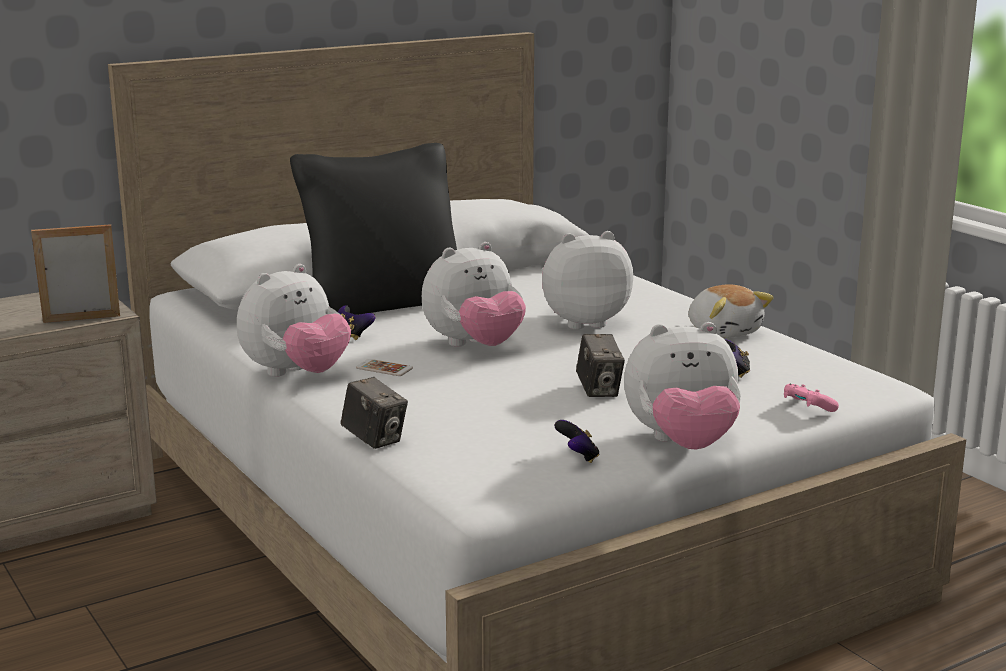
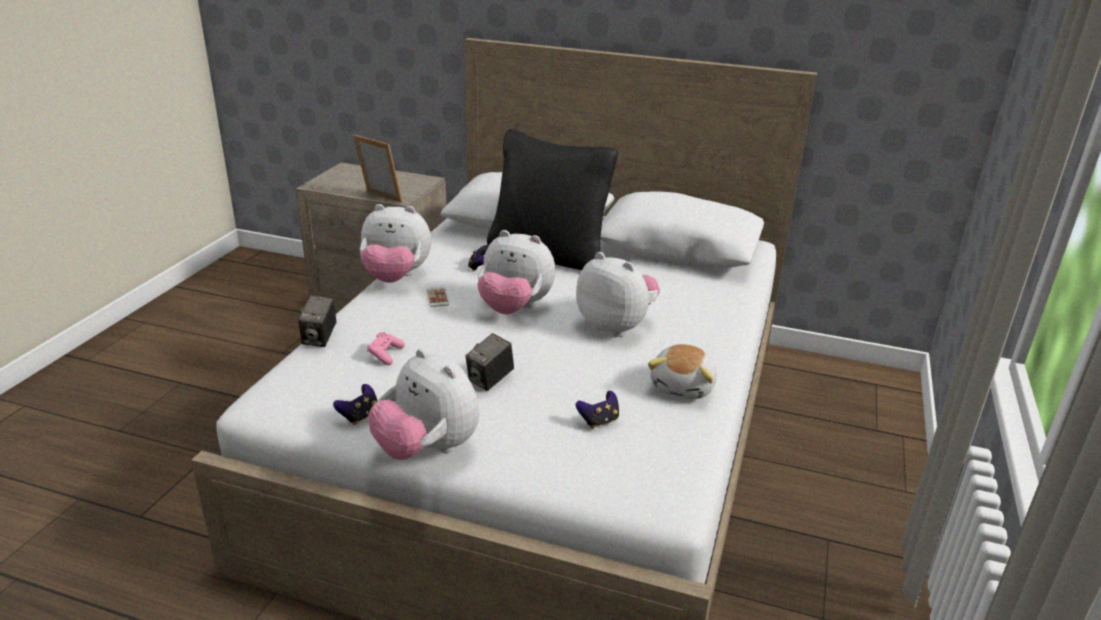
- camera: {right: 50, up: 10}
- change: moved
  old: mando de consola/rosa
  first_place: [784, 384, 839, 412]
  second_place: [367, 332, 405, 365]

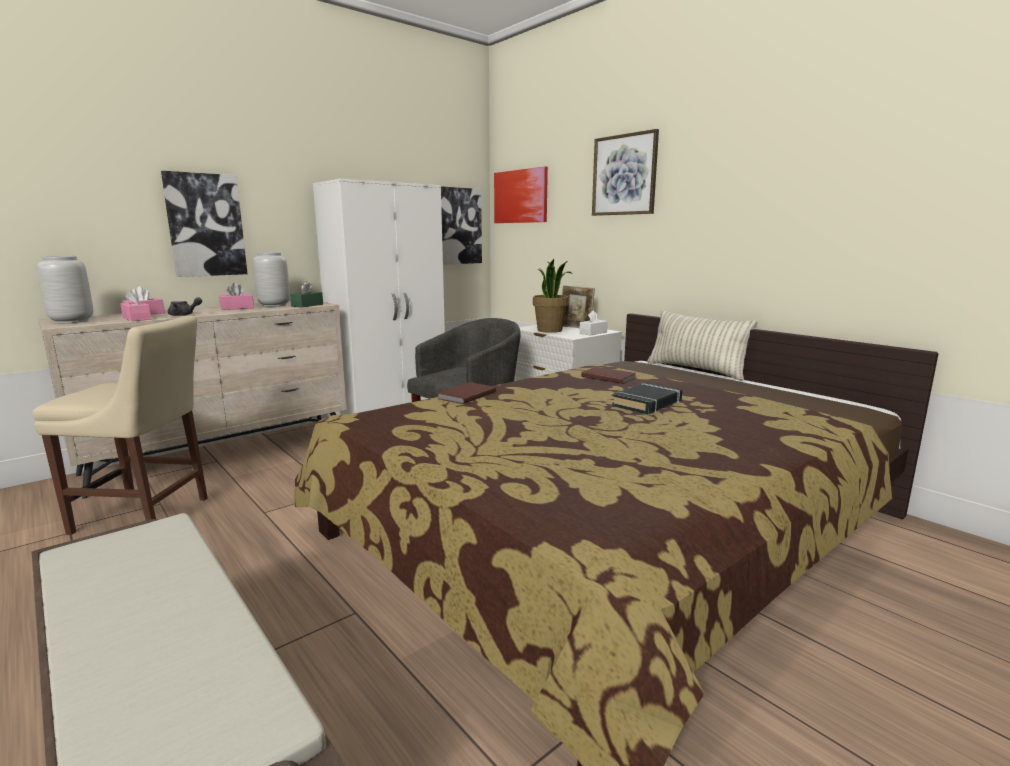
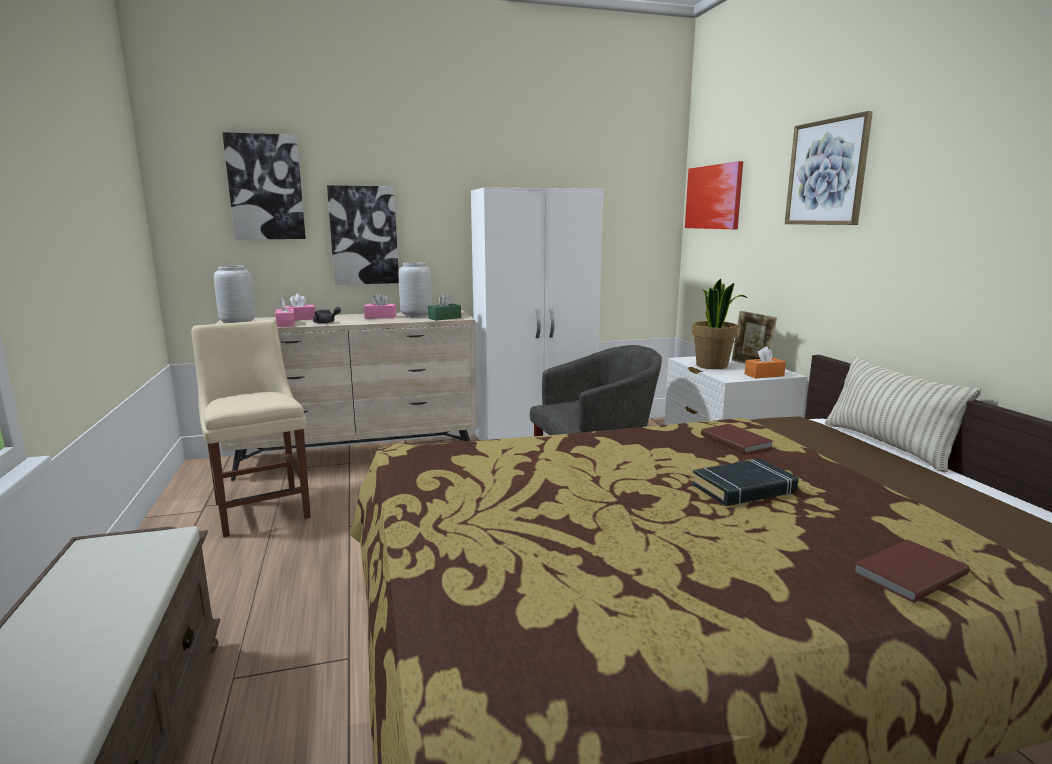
- camera: {right: 25, up: 0}
- change: moved
  old: libro/marrón
  first_place: [438, 382, 496, 404]
  second_place: [853, 539, 970, 603]
- change: moved
  old: cuadro
  first_place: [441, 186, 482, 265]
  second_place: [222, 132, 306, 240]
- change: recoloured
  old: caja de pañuelos/blanco
  new: caja de pañuelos/naranja
  first_place: [579, 310, 608, 335]
  second_place: [745, 346, 786, 379]
- change: turned
  old: silla/beis
  first_place: [33, 315, 208, 535]
  second_place: [192, 320, 311, 537]
  degrees: -150

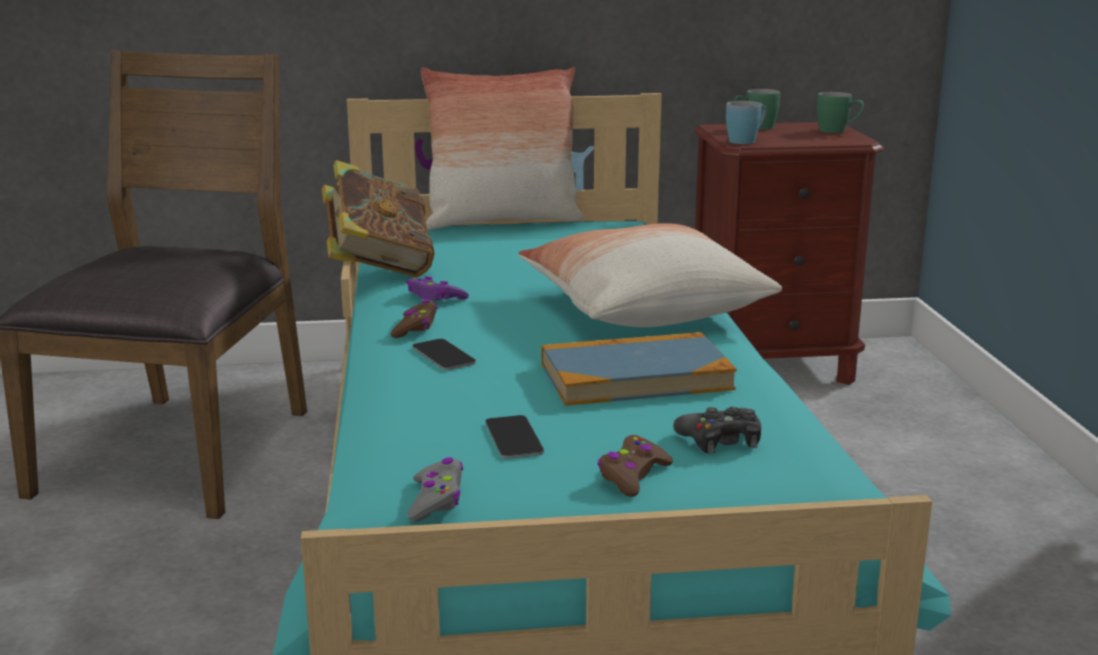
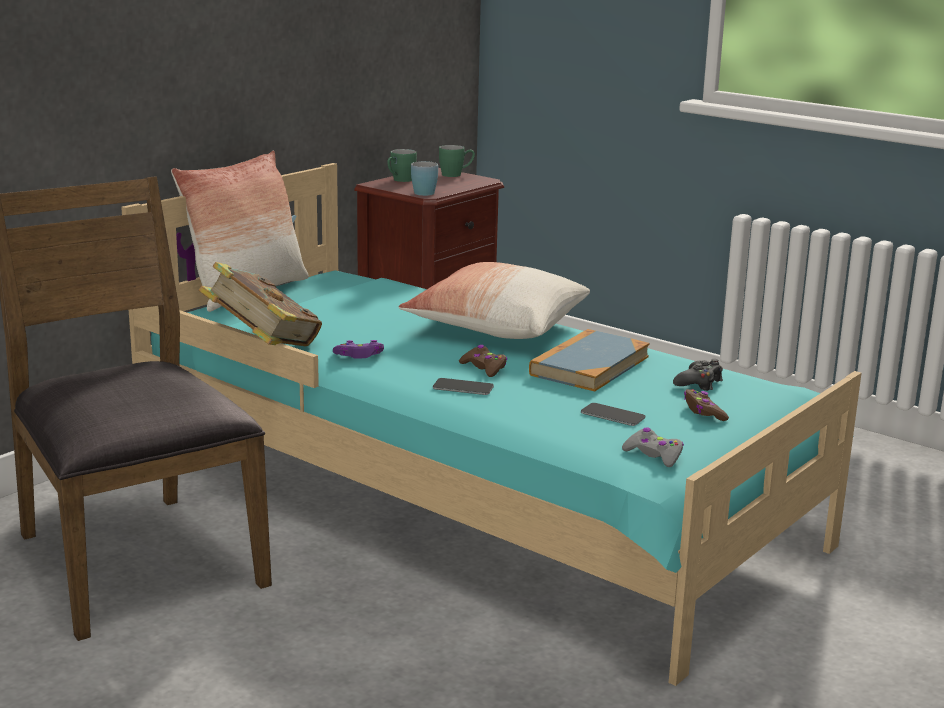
- camera: {right: -45, up: 0}
- change: moved
  old: mando de consola/marrón
  first_place: [391, 299, 437, 338]
  second_place: [459, 345, 507, 377]

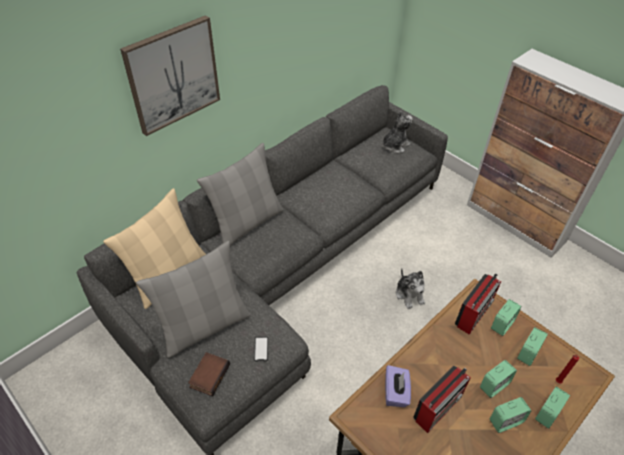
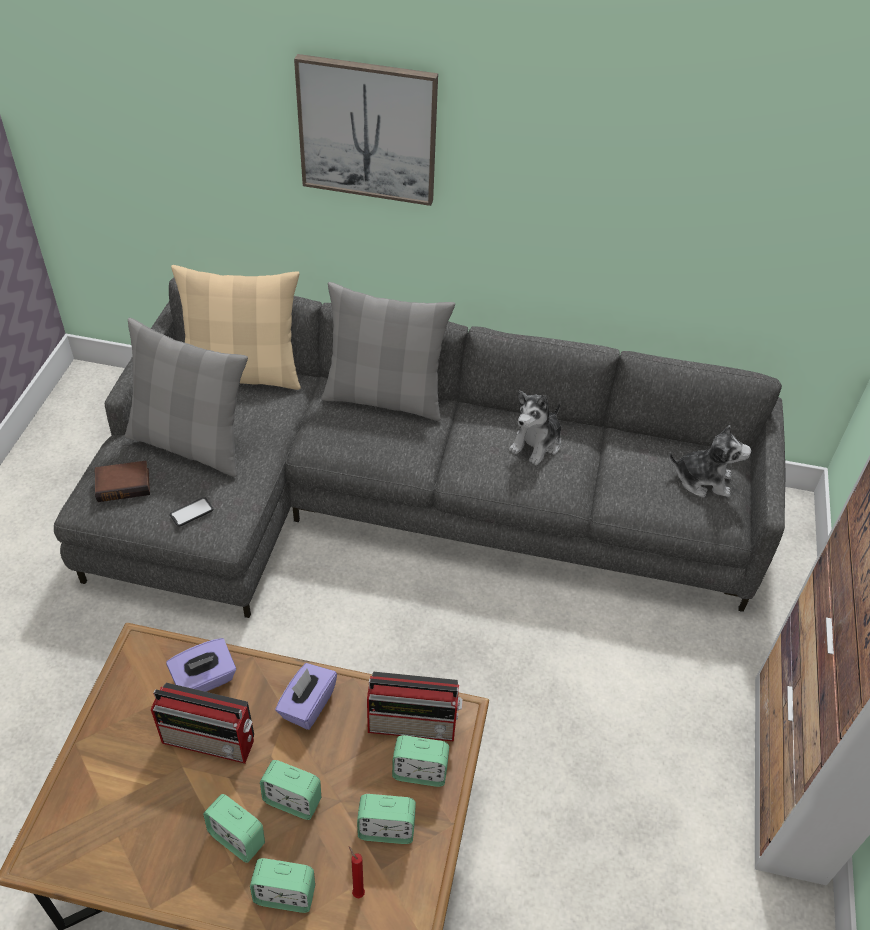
- camera: {right: 55, up: 0}
- change: added
  new: caja de pañuelos/morado
  second_place: [275, 663, 337, 730]
- change: moved
  old: peluche
  first_place: [396, 268, 425, 309]
  second_place: [509, 391, 561, 465]

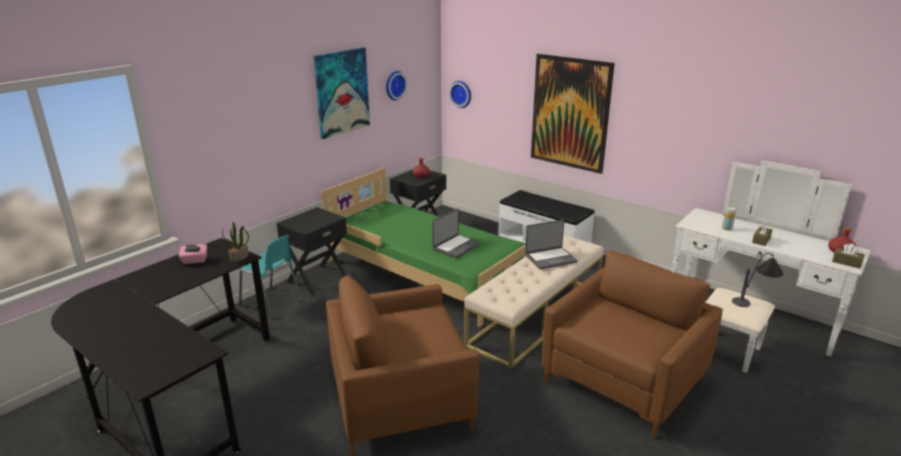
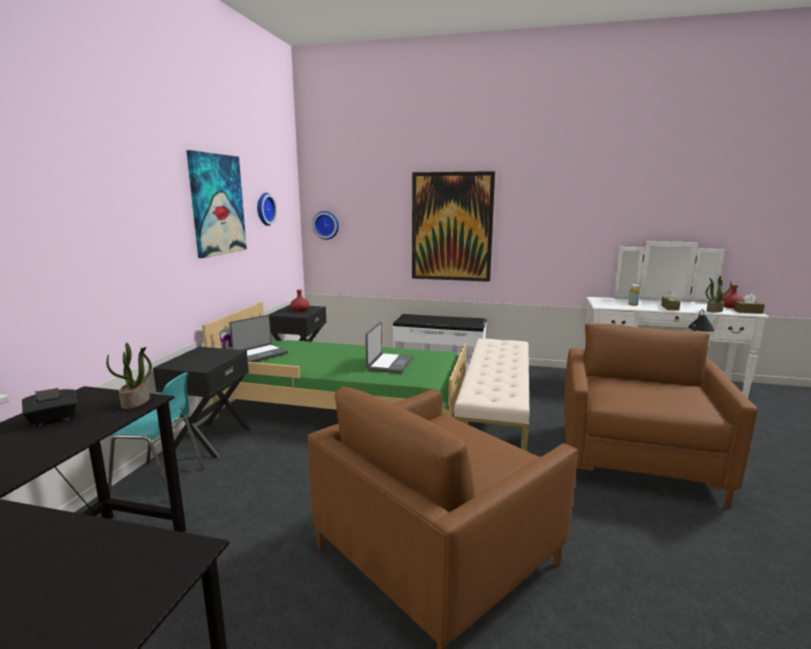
- camera: {right: -25, up: -10}
- change: added
  new: planta en maceta
  second_place: [706, 276, 732, 312]
- change: moved
  old: portátil
  first_place: [525, 220, 578, 269]
  second_place: [229, 315, 288, 362]
- change: recoloured
  old: caja de pañuelos/rosa
  new: caja de pañuelos/negro
  first_place: [179, 244, 208, 264]
  second_place: [22, 388, 77, 427]

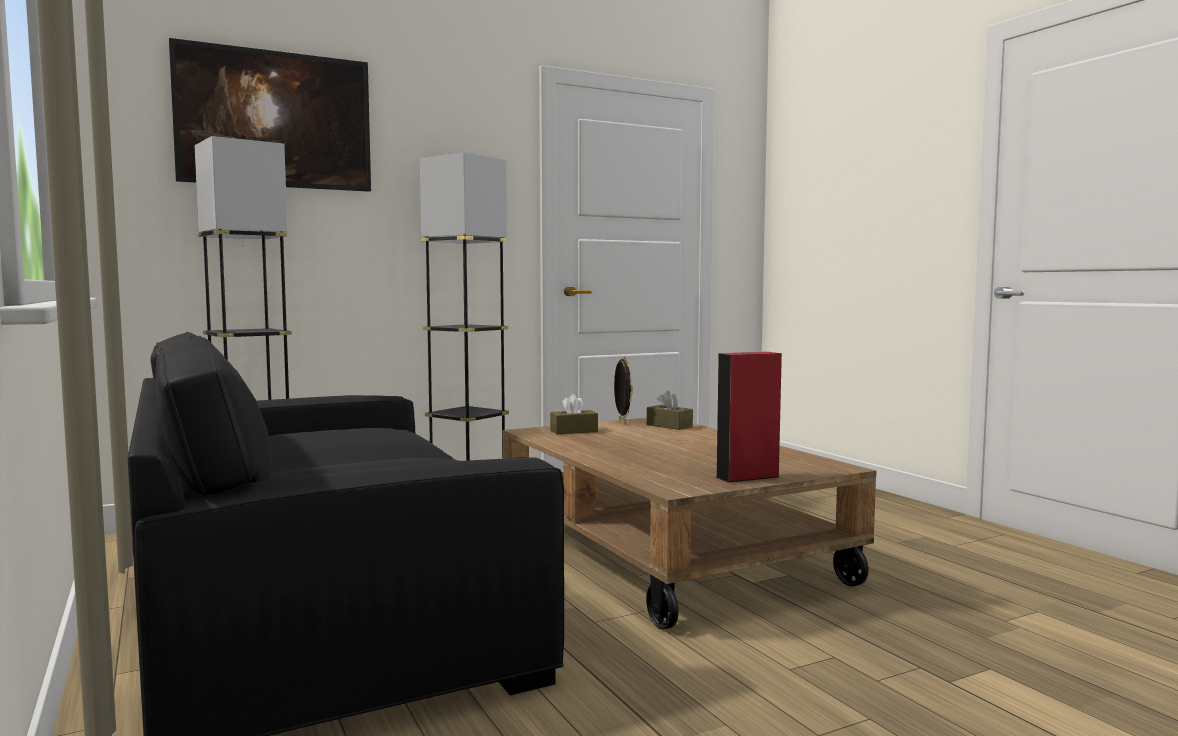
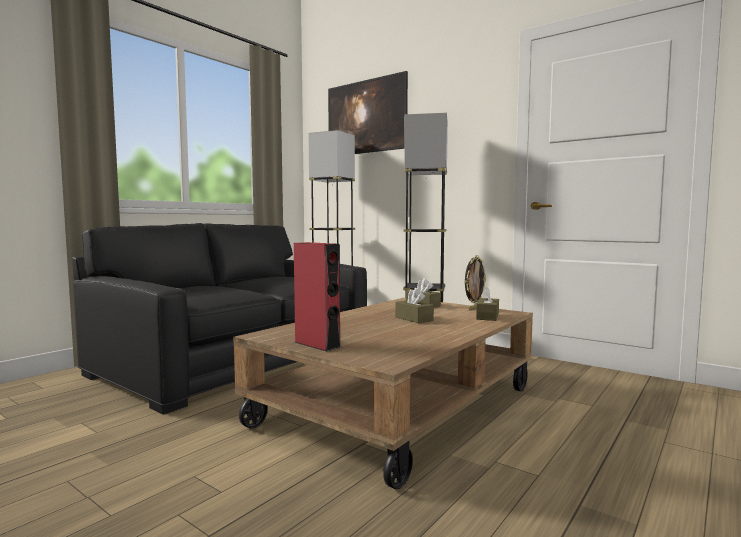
- camera: {right: 65, up: 0}
- change: added
  new: caja de pañuelos/marrón
  second_place: [395, 288, 434, 323]

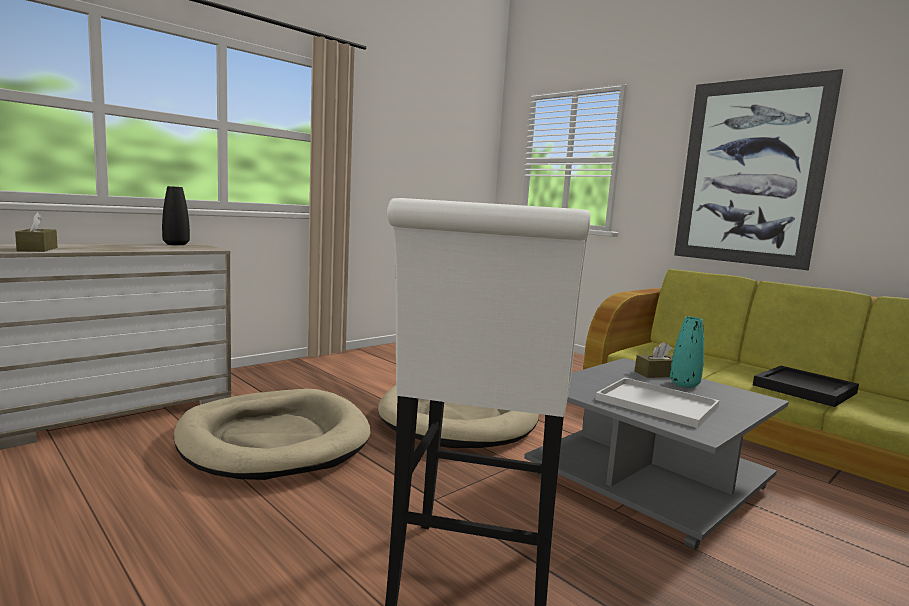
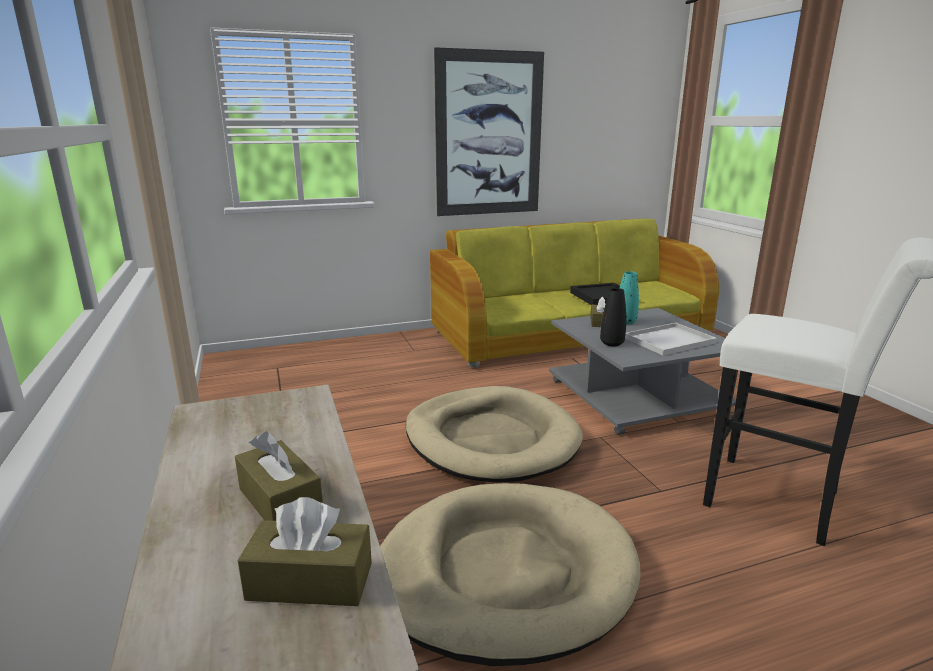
- camera: {right: -65, up: 10}
- change: added
  new: caja de pañuelos/marrón
  second_place: [235, 431, 323, 521]
- change: moved
  old: florero/negro
  first_place: [162, 186, 190, 245]
  second_place: [600, 288, 626, 346]

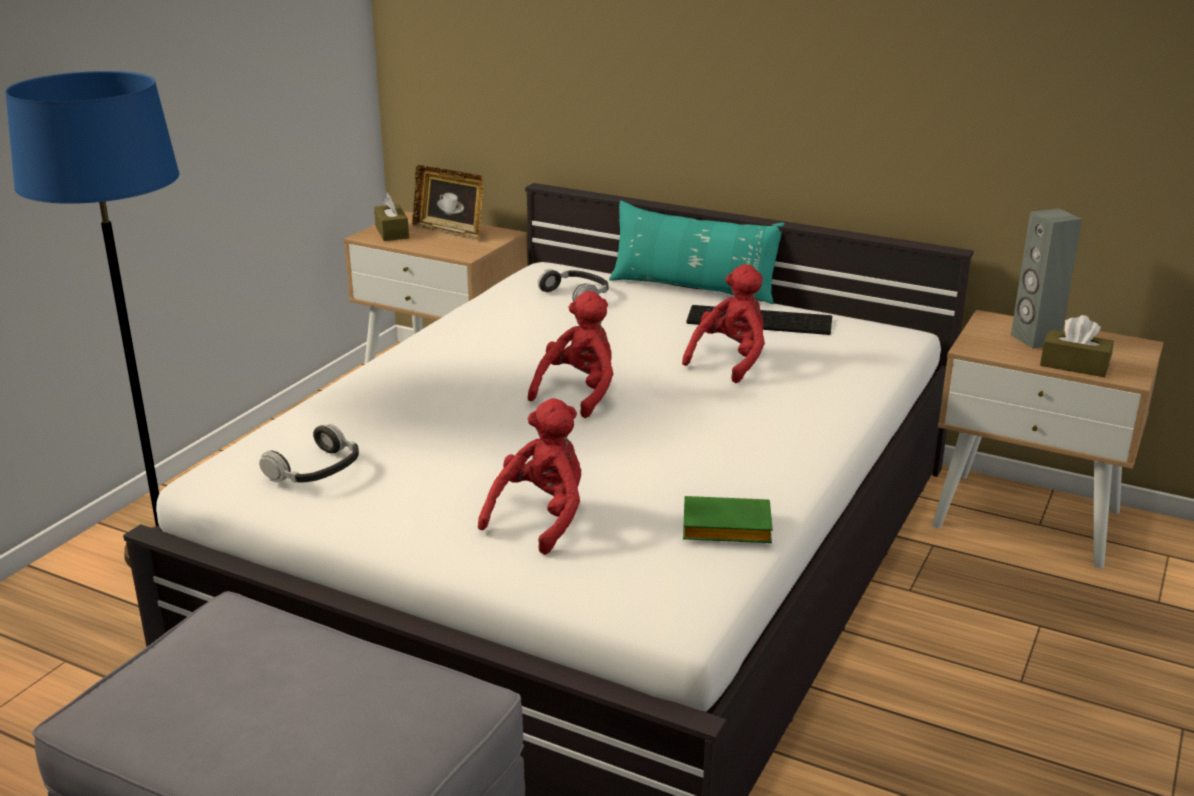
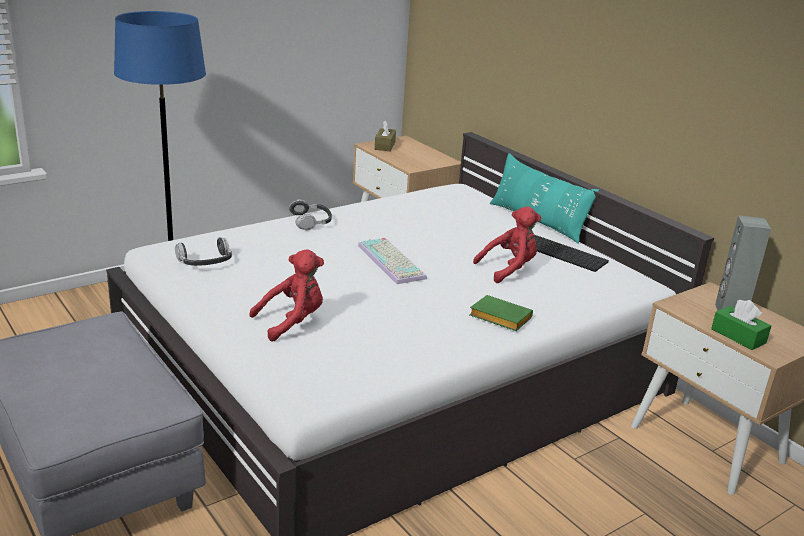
- camera: {right: 25, up: 0}
- change: removed
  old: portarretratos
  first_place: [412, 165, 483, 240]
- change: moved
  old: auriculares
  first_place: [538, 269, 609, 302]
  second_place: [289, 199, 332, 231]
- change: moved
  old: libro/verde
  first_place: [683, 496, 773, 543]
  second_place: [469, 295, 533, 331]
- change: replaced
  old: peluche/rojo
  new: teclado
  first_place: [528, 291, 614, 418]
  second_place: [358, 238, 427, 284]
- change: recoloured
  old: caja de pañuelos/marrón
  new: caja de pañuelos/verde
  first_place: [1040, 315, 1114, 377]
  second_place: [711, 300, 771, 350]

